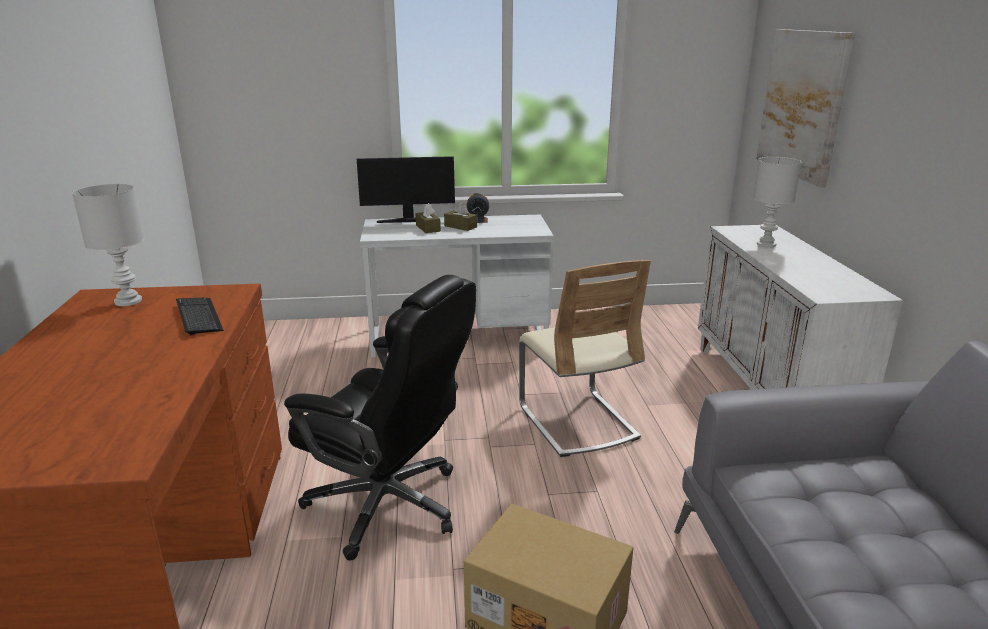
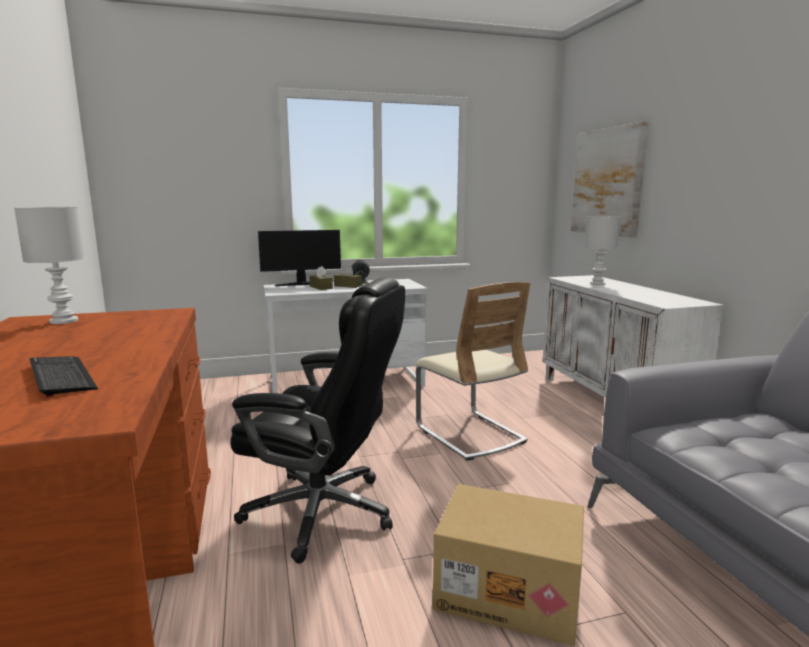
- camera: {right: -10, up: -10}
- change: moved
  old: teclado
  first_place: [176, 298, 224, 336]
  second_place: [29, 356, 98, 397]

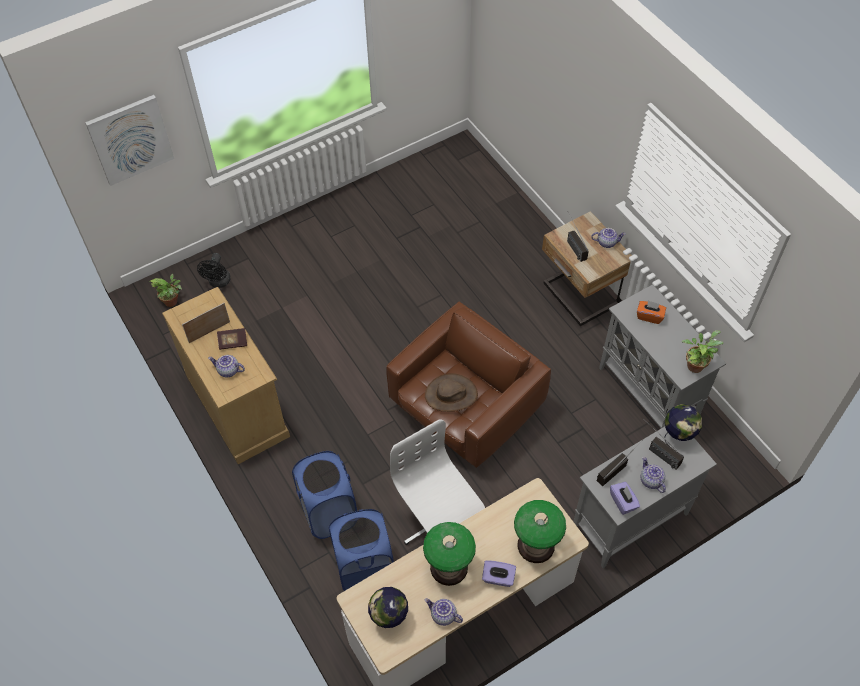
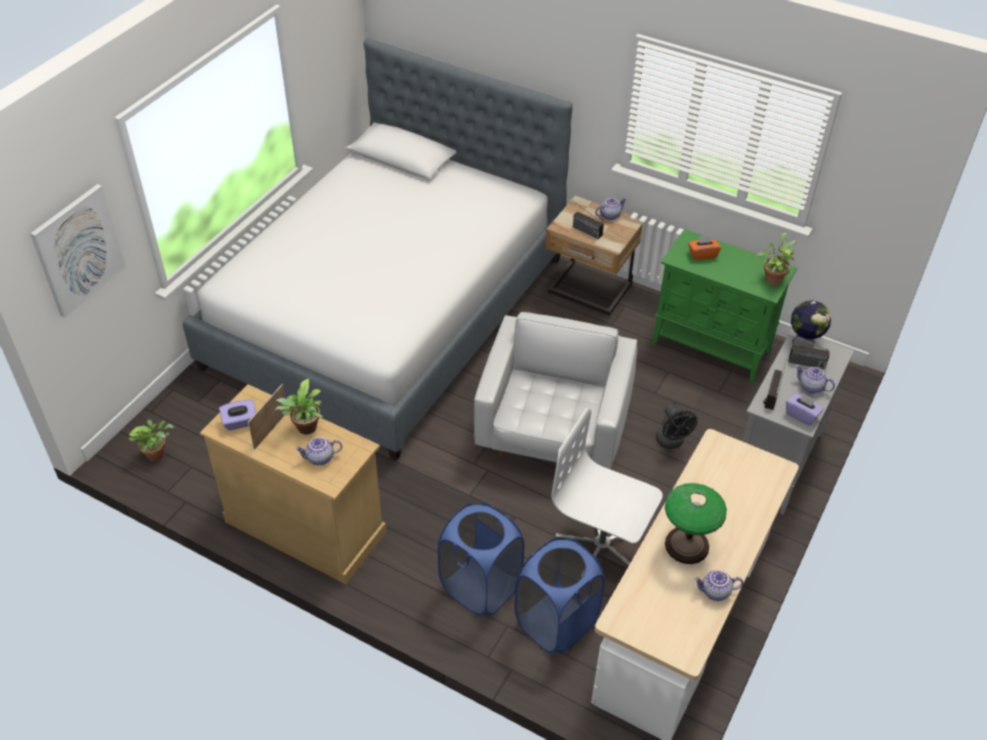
- camera: {right: -30, up: -10}
- change: removed
  old: globo terráqueo
  first_place: [368, 587, 408, 628]
- change: removed
  old: sombrero/marrón
  first_place: [425, 373, 478, 412]
- change: removed
  old: lámpara de mesa
  first_place: [514, 500, 566, 563]
- change: added
  new: cama
  second_place: [183, 38, 573, 461]
- change: moved
  old: ventilador/negro
  first_place: [197, 253, 231, 288]
  second_place: [656, 405, 697, 449]
- change: moved
  old: caja de pañuelos/morado
  first_place: [482, 560, 516, 587]
  second_place: [219, 400, 256, 430]
- change: replaced
  old: libro
  new: planta en maceta
  first_place: [217, 328, 247, 350]
  second_place: [275, 378, 323, 434]
- change: recoloured
  old: sillón/marrón
  new: sillón/blanco
  first_place: [386, 302, 551, 468]
  second_place: [474, 312, 637, 469]
- change: recoloured
  old: armario/gris
  new: armario/verde
  first_place: [599, 284, 726, 428]
  second_place: [652, 229, 797, 383]

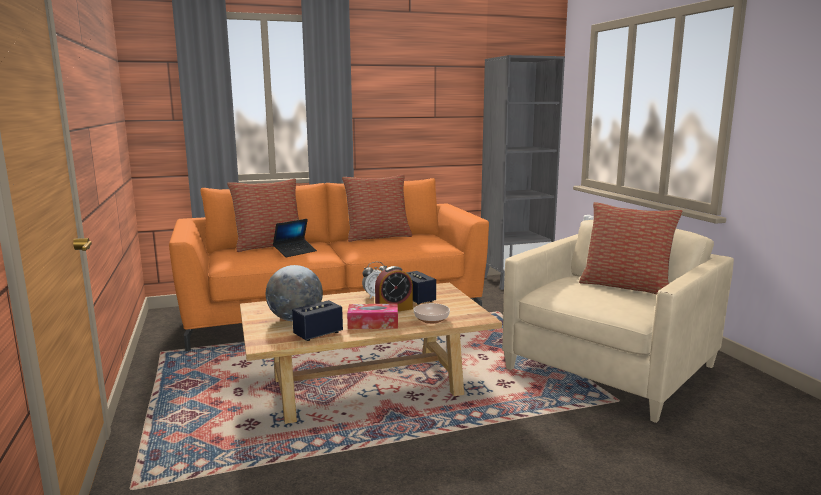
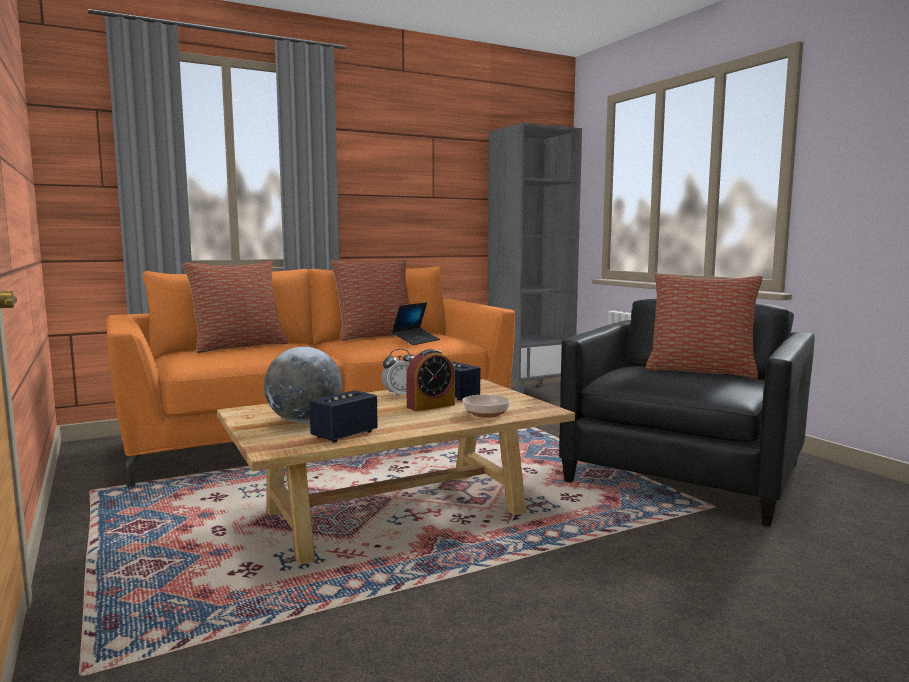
- camera: {right: -10, up: -5}
- change: removed
  old: caja de pañuelos
  first_place: [347, 303, 398, 329]
- change: moved
  old: portátil
  first_place: [273, 219, 317, 257]
  second_place: [392, 302, 440, 345]
- change: recoloured
  old: sillón/beis
  new: sillón/negro
  first_place: [502, 220, 734, 423]
  second_place: [559, 299, 815, 527]

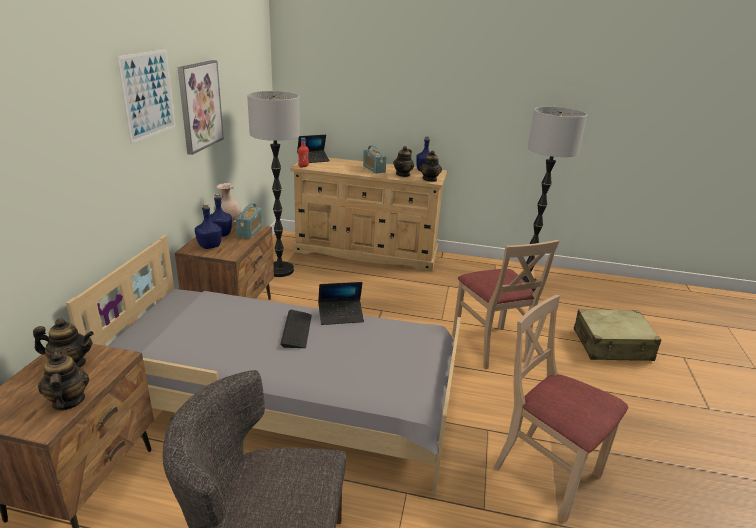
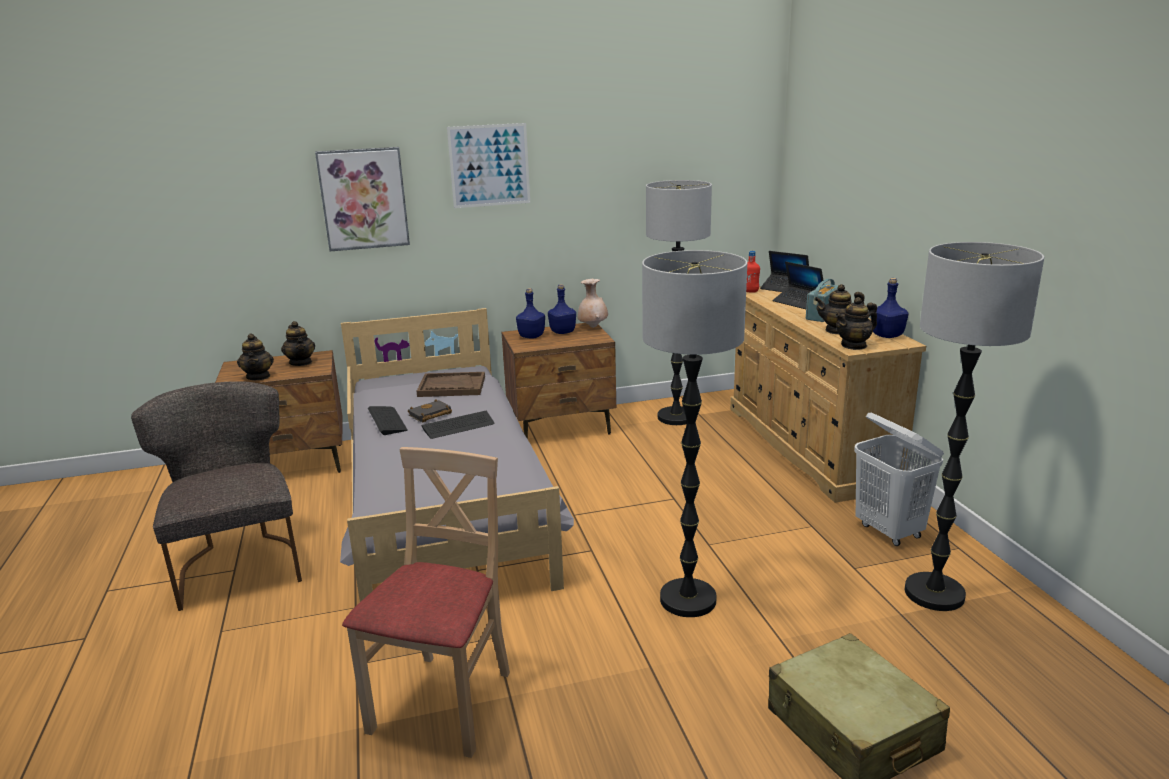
- camera: {right: 65, up: -5}
- change: removed
  old: radio
  first_place: [235, 203, 262, 239]
- change: added
  new: teclado
  second_place: [368, 406, 408, 435]
- change: added
  new: libro/negro
  second_place: [408, 400, 452, 422]
- change: added
  new: bandeja/marrón
  second_place: [416, 372, 485, 397]
- change: added
  new: cesto de la ropa/blanco
  second_place: [854, 412, 944, 546]
- change: moved
  old: cuadro
  first_place: [178, 60, 224, 155]
  second_place: [315, 147, 410, 251]
- change: moved
  old: portátil
  first_place: [318, 282, 364, 325]
  second_place: [773, 262, 823, 309]
- change: replaced
  old: silla/beis
  new: lámpara de pie
  first_place: [452, 240, 559, 369]
  second_place: [642, 250, 748, 617]
- change: turned
  old: tetera
  first_place: [38, 348, 89, 411]
  second_place: [237, 334, 274, 380]
  degrees: 120

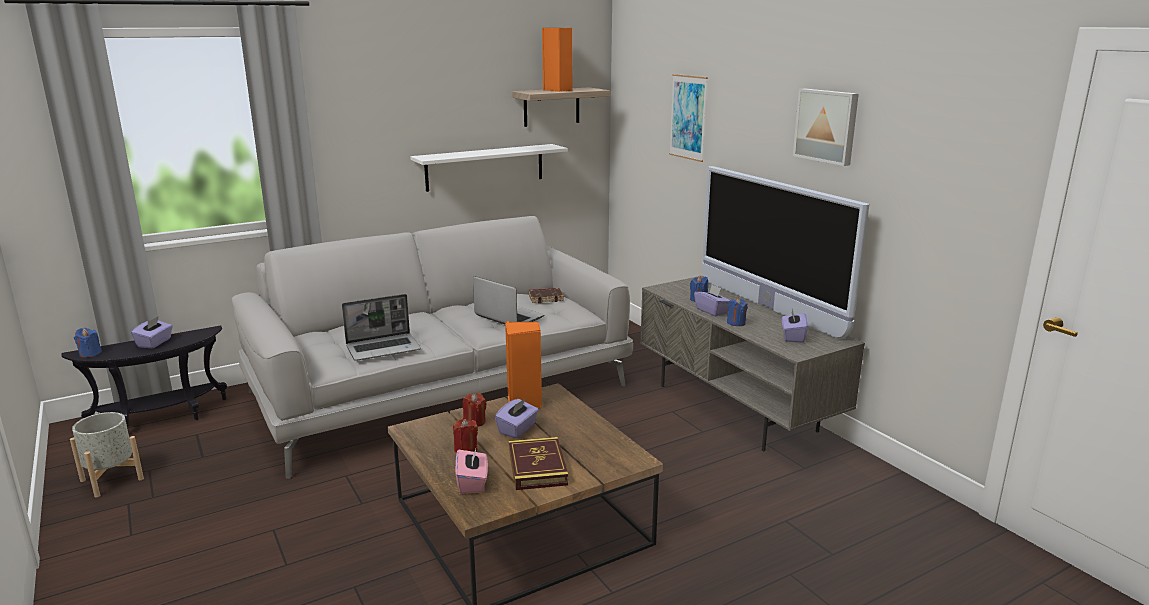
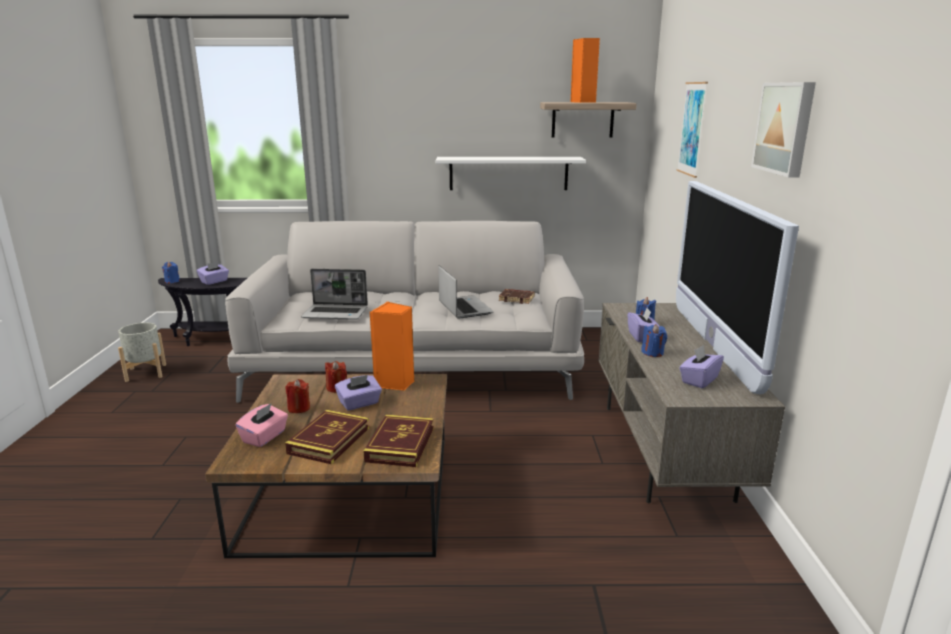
- camera: {right: 30, up: 0}
- change: added
  new: libro
  second_place: [364, 414, 434, 467]

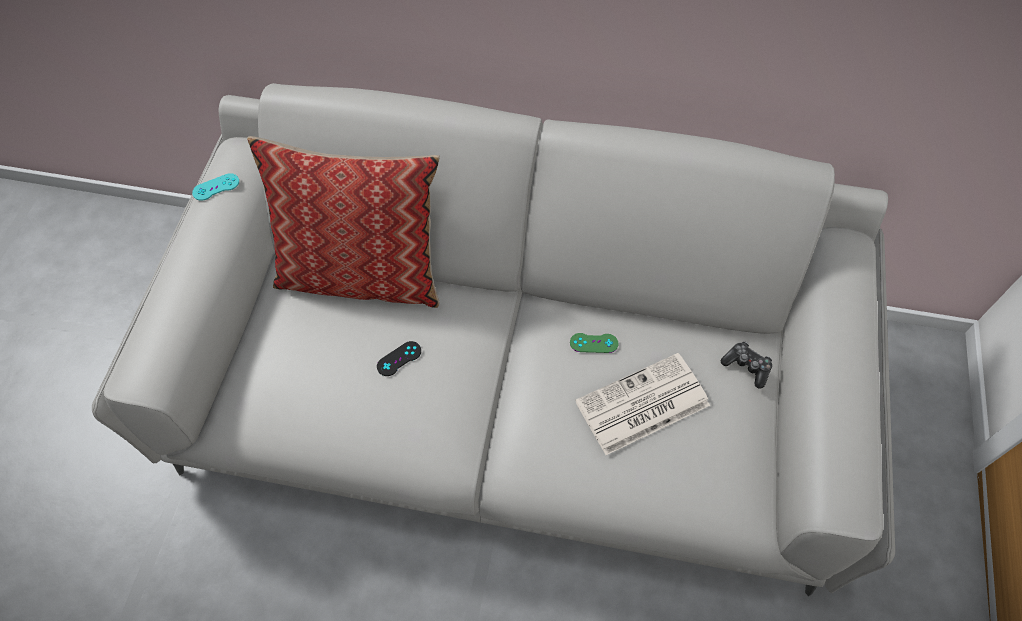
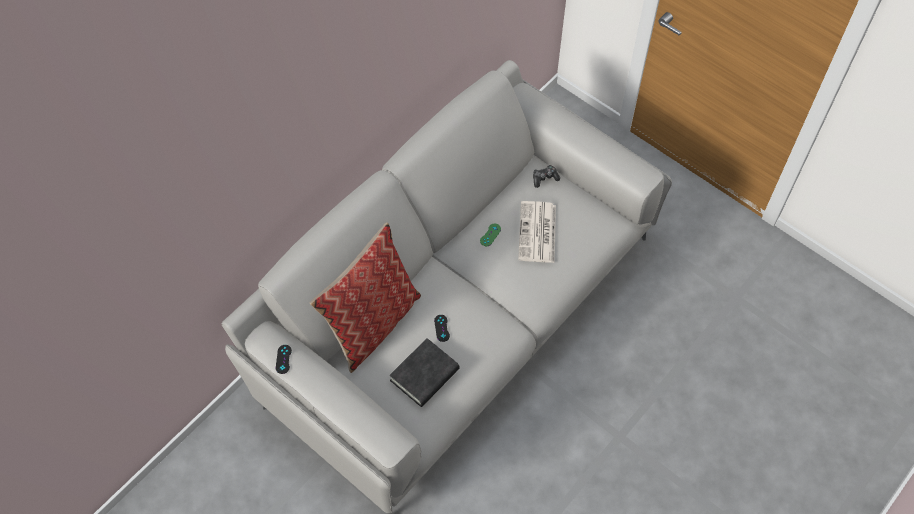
- camera: {right: -60, up: 0}
- change: added
  new: libro/negro
  second_place: [389, 338, 459, 407]
- change: recoloured
  old: mando de consola/turquesa
  new: mando de consola/negro
  first_place: [192, 173, 239, 201]
  second_place: [276, 345, 292, 374]

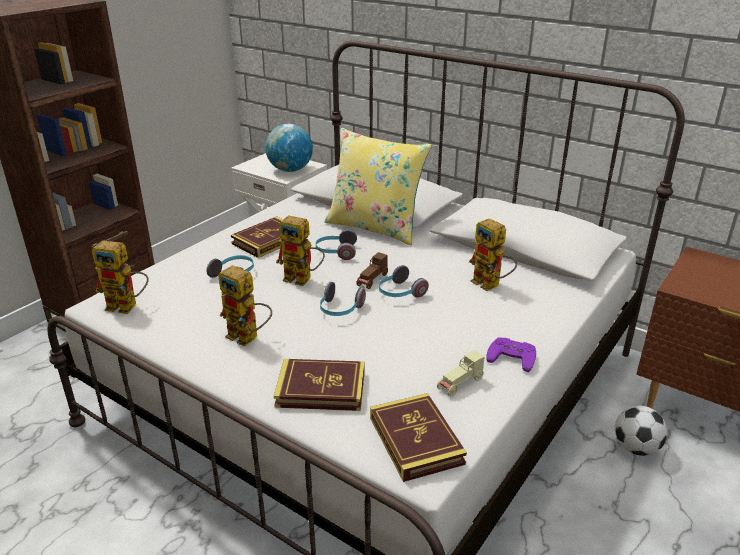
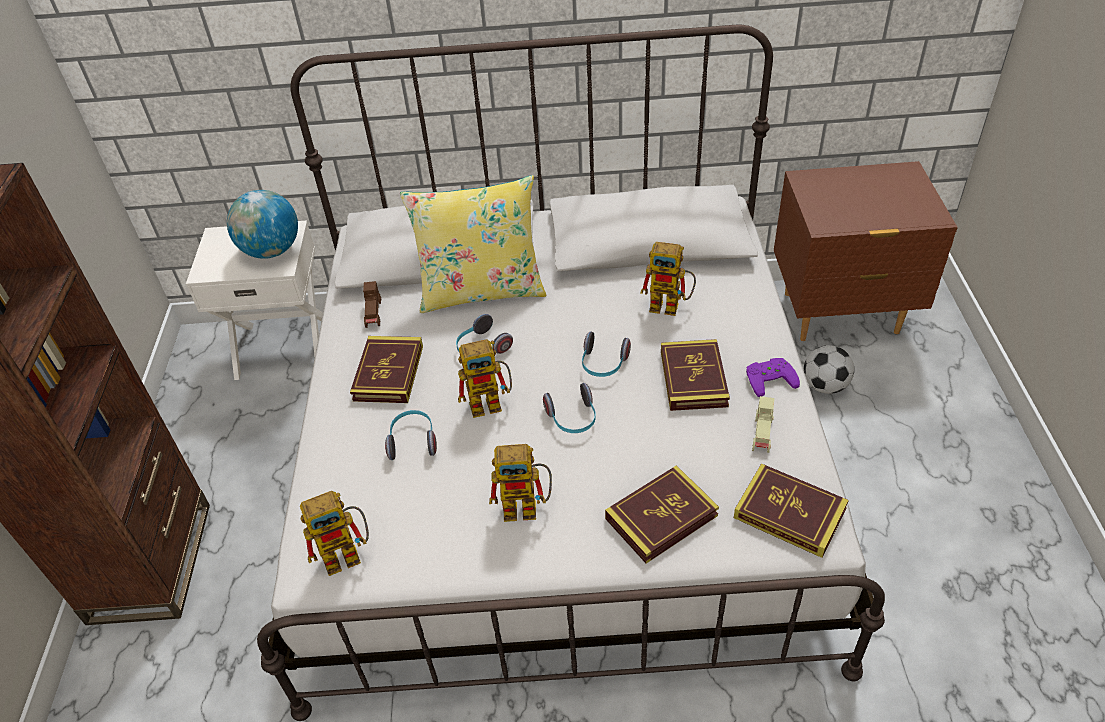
- camera: {right: -35, up: 15}
- change: added
  new: libro
  second_place: [661, 339, 730, 411]
- change: moved
  old: coche de juguete/marrón
  first_place: [356, 252, 388, 289]
  second_place: [363, 281, 381, 328]

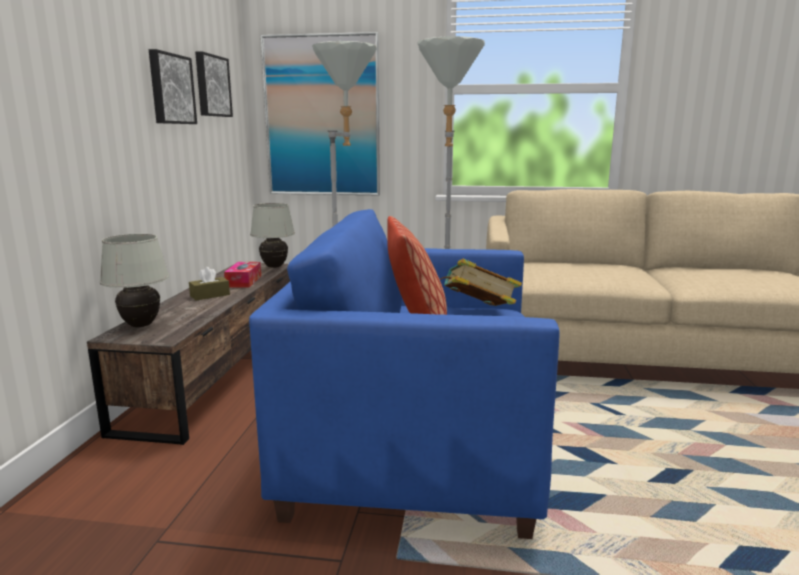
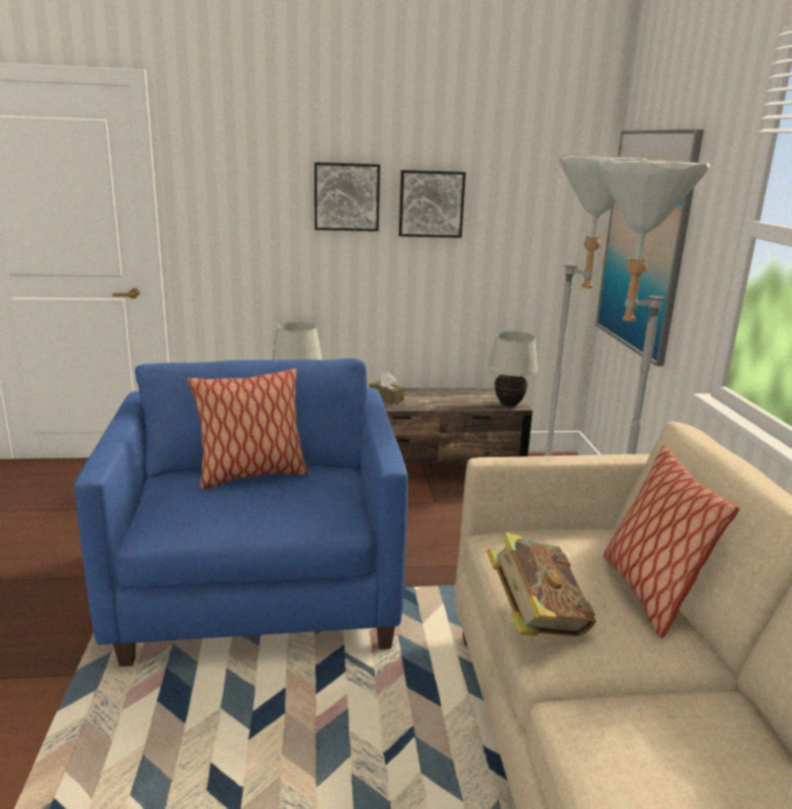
- camera: {right: 75, up: 5}
- change: removed
  old: caja de pañuelos
  first_place: [224, 262, 261, 288]
- change: added
  new: cojín
  second_place: [604, 445, 739, 638]
- change: moved
  old: cuadro
  first_place: [195, 51, 233, 117]
  second_place: [314, 162, 380, 231]
- change: moved
  old: libro
  first_place: [440, 259, 522, 306]
  second_place: [487, 533, 596, 636]

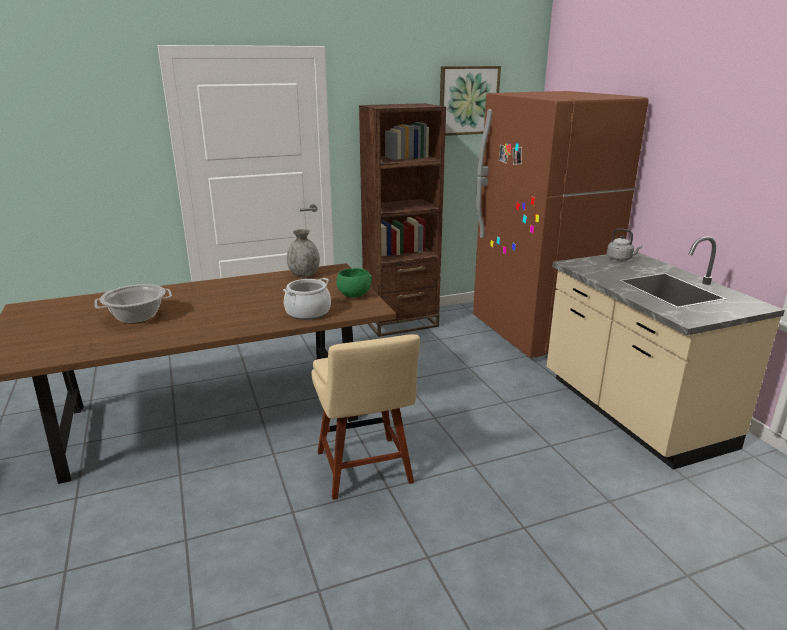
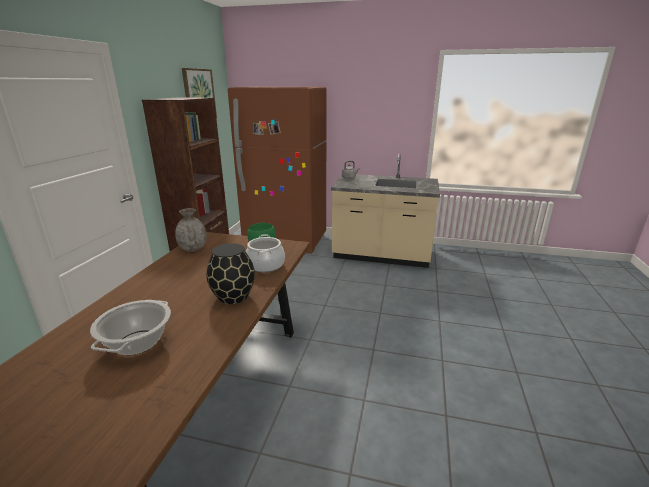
- camera: {right: -55, up: 0}
- change: removed
  old: silla/beis
  first_place: [311, 334, 420, 500]
- change: added
  new: florero/negro
  second_place: [206, 243, 255, 304]

